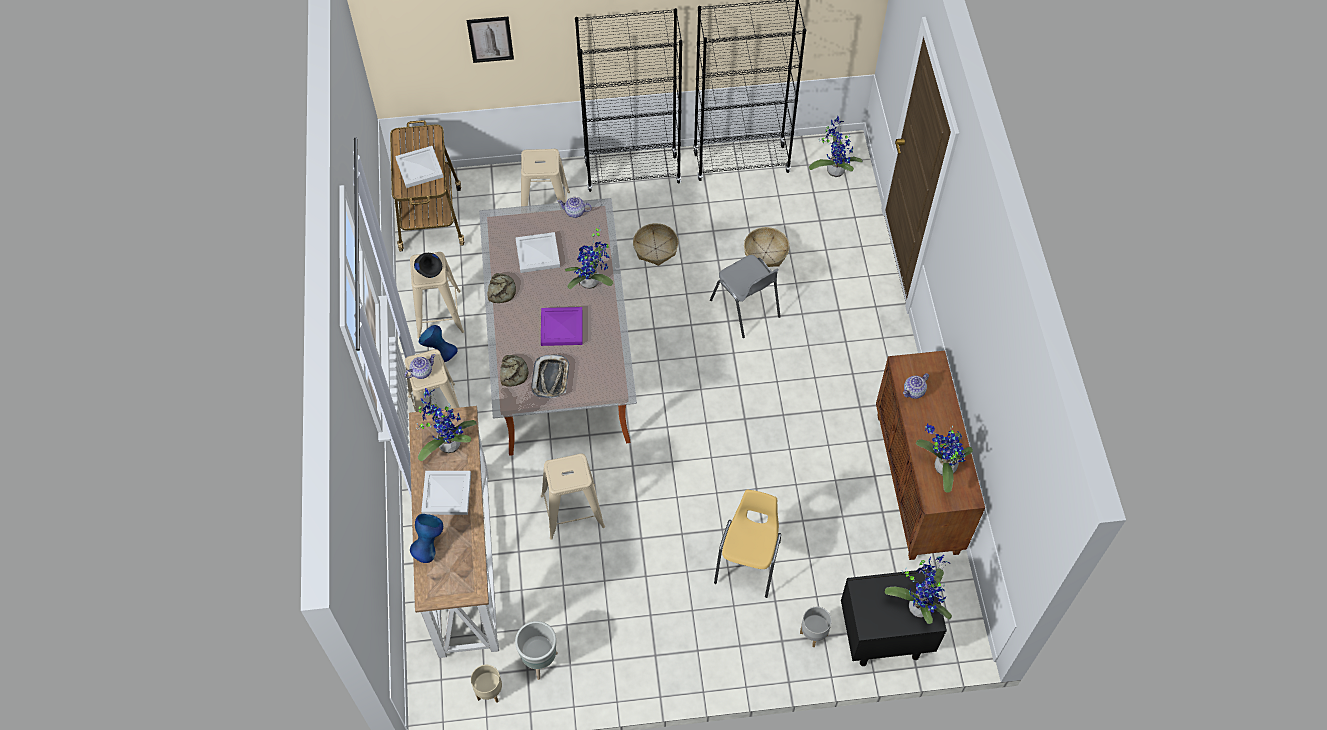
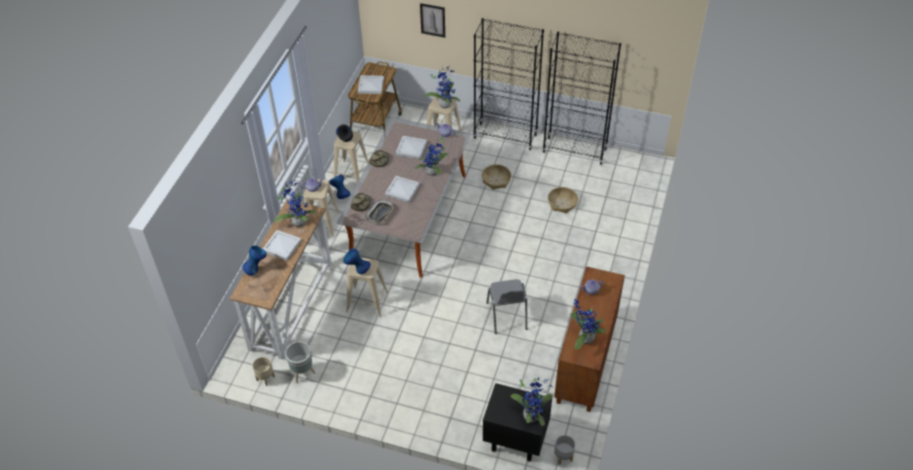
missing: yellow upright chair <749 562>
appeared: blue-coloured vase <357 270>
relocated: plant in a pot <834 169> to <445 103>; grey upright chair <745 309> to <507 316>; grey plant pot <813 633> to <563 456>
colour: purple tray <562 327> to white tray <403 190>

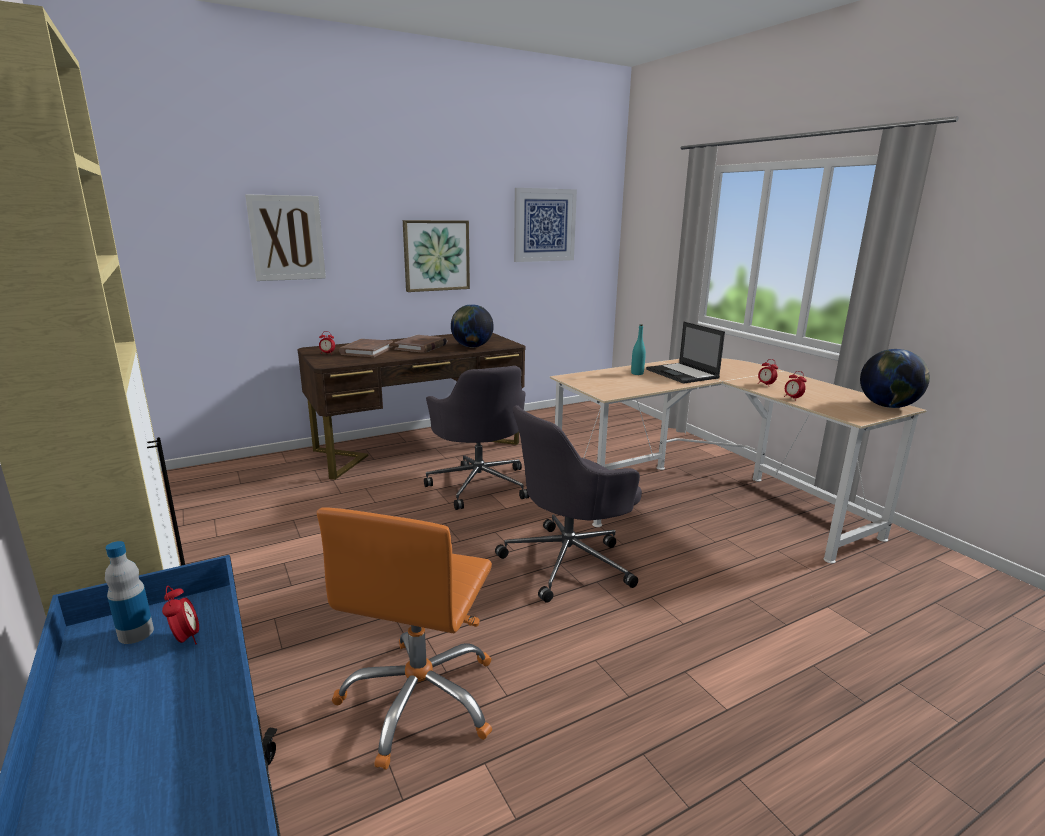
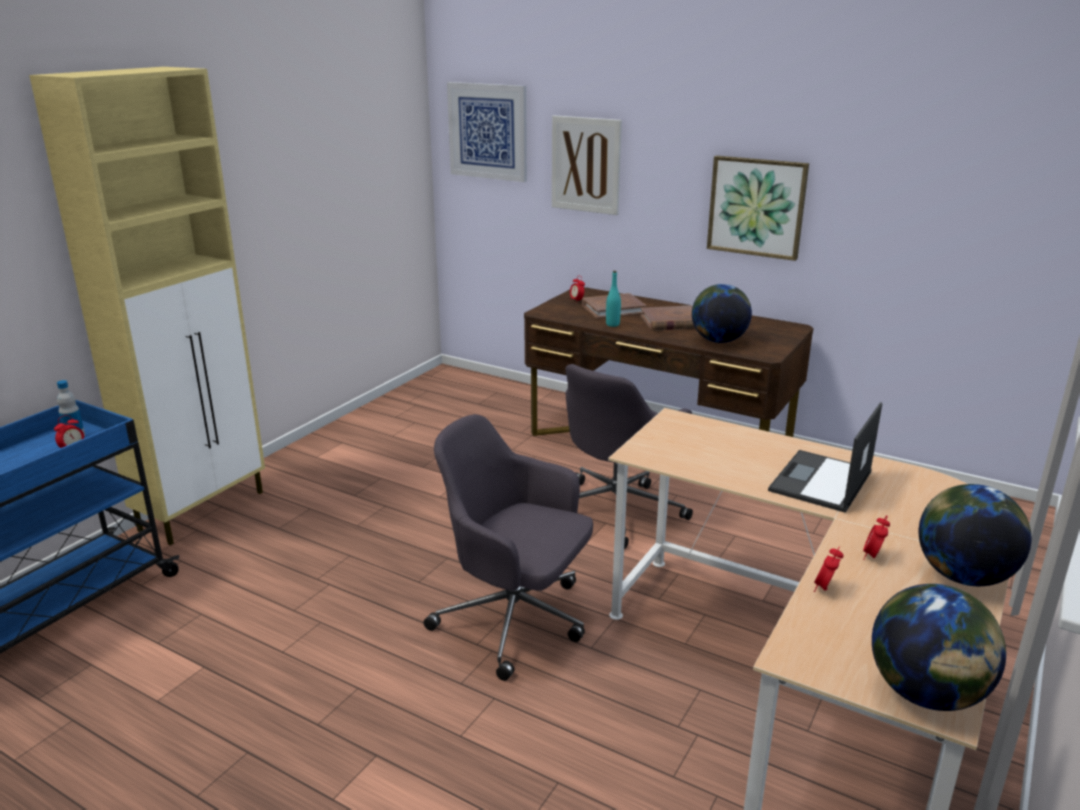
missing: orange-coloured desk chair <420 699>
appeared: globe <962 576>
relocated: picture <544 225> to <488 131>; blue-green drink bottle <637 373> to <612 324>

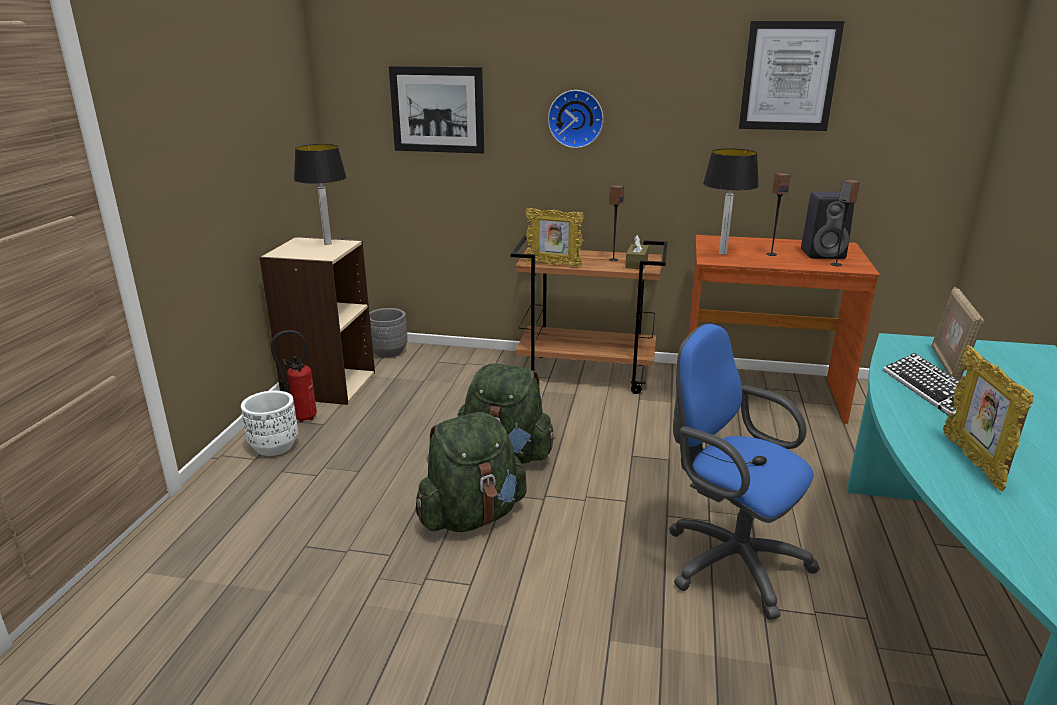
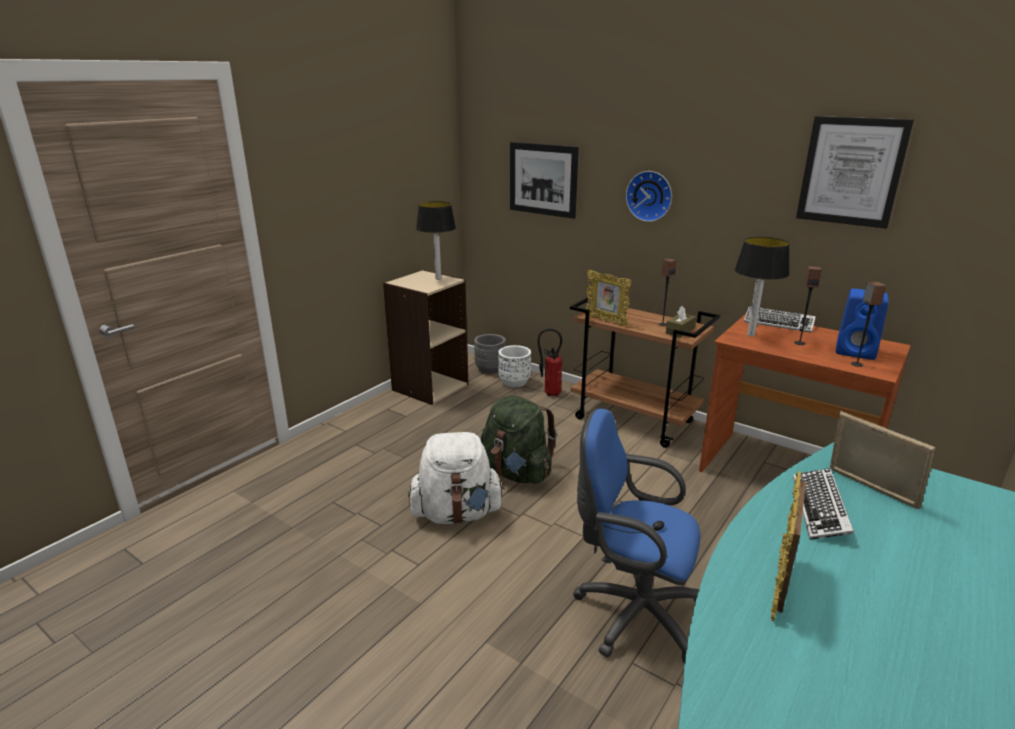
appeared: computer keyboard <778 323>
relocated: white plant pot <274 447> to <514 382>; fire-fighting cylinder <301 418> to <549 393>
colour: green backpack <472 516> to white backpack <457 513>; black-coloured loudspeaker <824 254> to blue-coloured loudspeaker <857 351>
spun: blue-coloured desk chair <728 560> = <632 613> 45 degrees counterclockwise; photo frame <947 365> = <870 489> 105 degrees clockwise

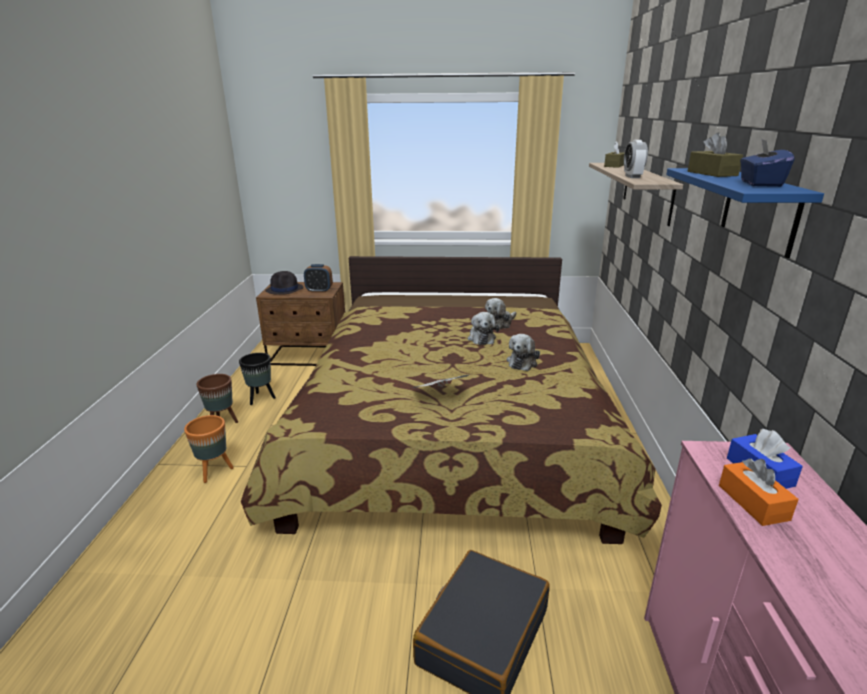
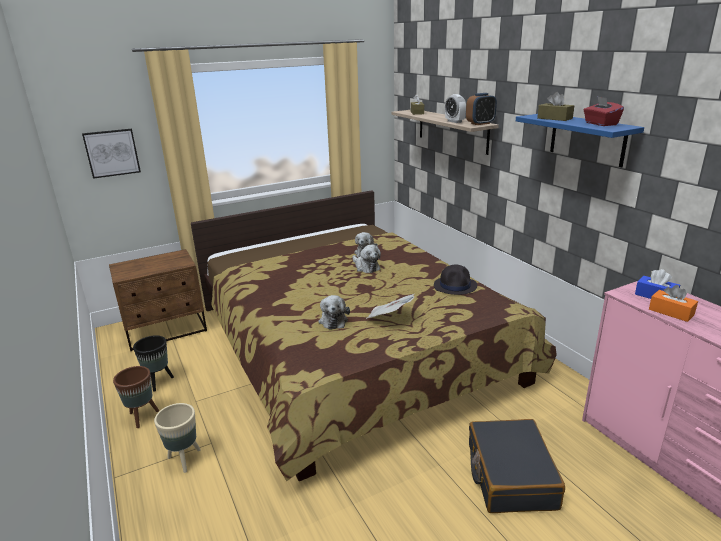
appeared: picture <112 153>
relocated: plush toy <522 362> to <333 320>; black-coloured hat <285 289> to <455 286>; alarm clock <319 291> to <480 123>
colour: orange-coloured plant pot <214 471> to sand-coloured plant pot <184 459>; blue-coloured tissue holder <759 184> to red tissue holder <600 124>

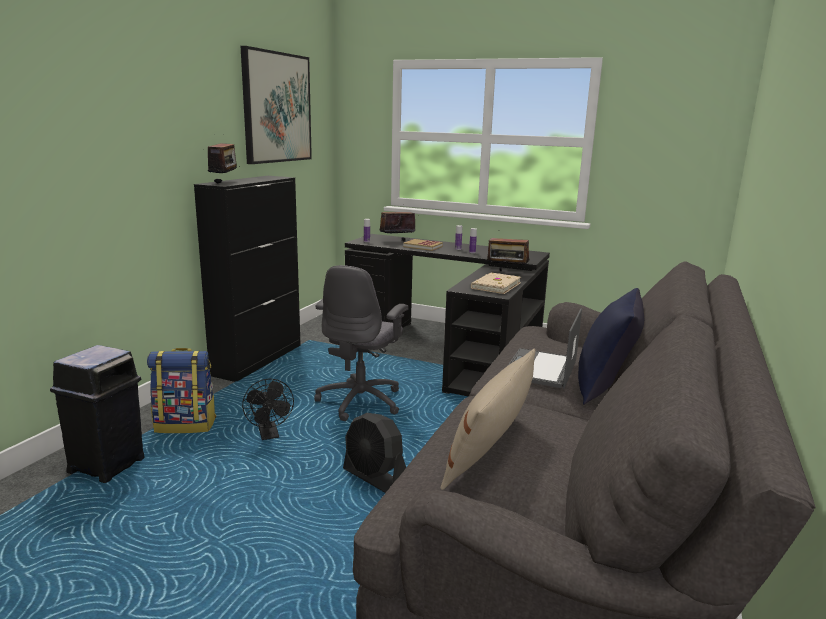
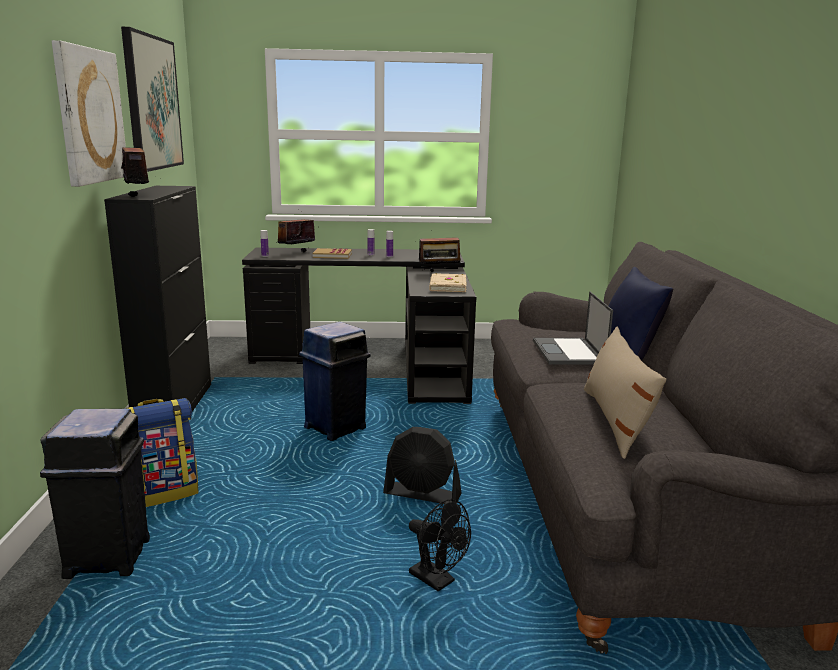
appeared: picture <90 116>
relocated: black-coloured electric fan <269 435> to <437 581>
exchanged: grey desk chair <361 401> to blue-coloured rubbish bin <336 428>

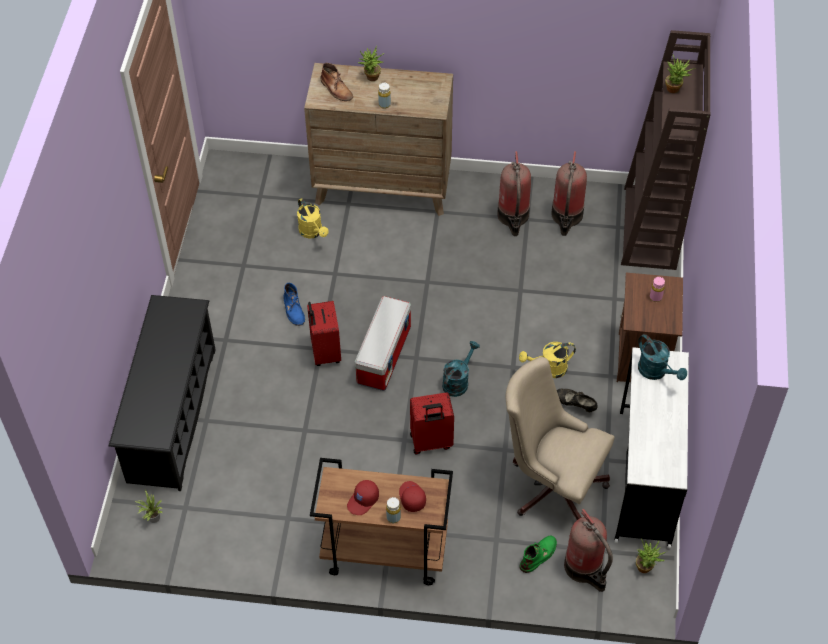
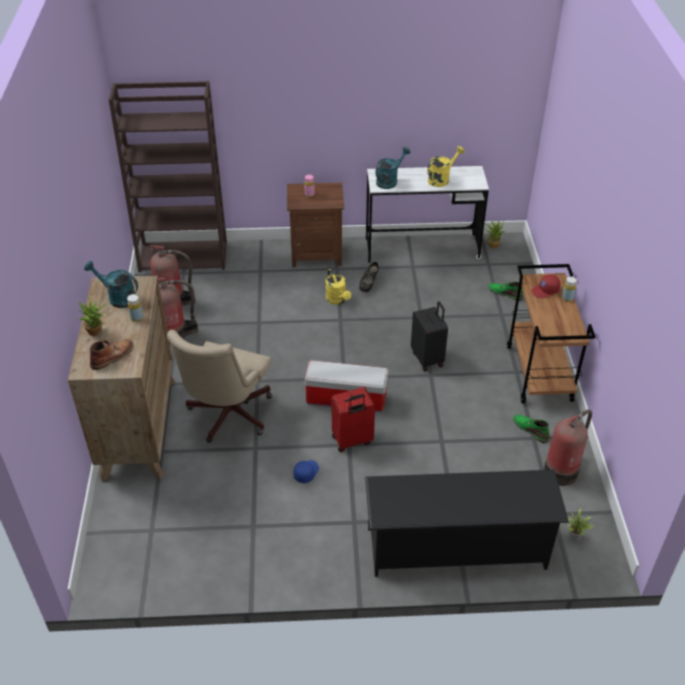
missing: red baseball cap <363 501>; plant in a pot <675 89>
appeared: green tall boot <530 429>
relocated: blue-green watering can <458 381> to <118 298>; sand-coloured desk chair <551 483> to <227 416>; yellow watering can <313 232> to <441 179>; fire-fighting cylinder <585 568> to <562 470>
exchanged: blue-coloured tall boot <294 310> to blue-coloured baseball cap <306 472>
colour: red suitcase <431 442> to black-coloured suitcase <428 358>

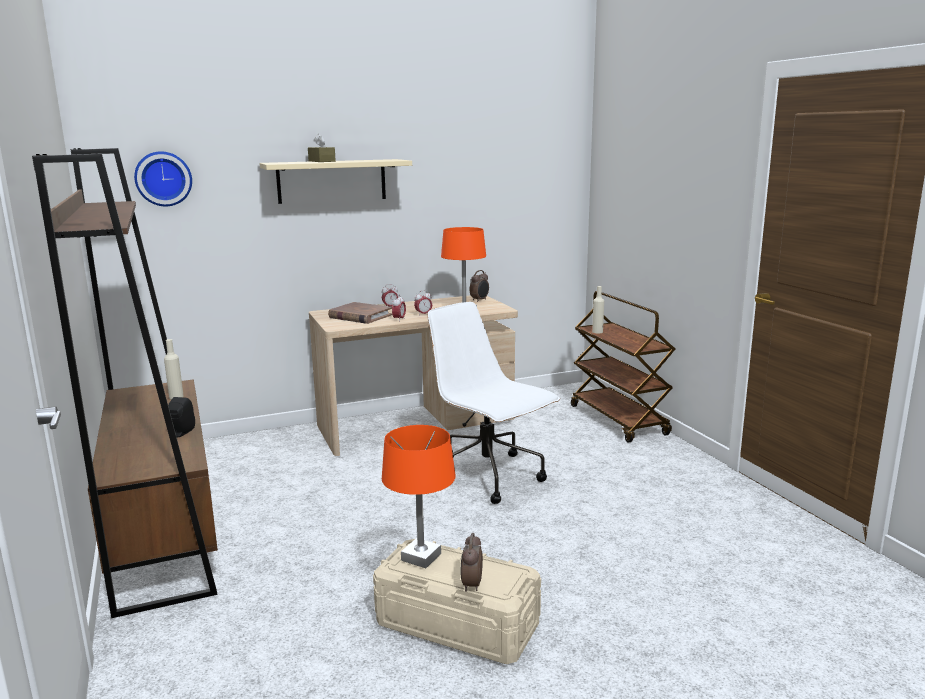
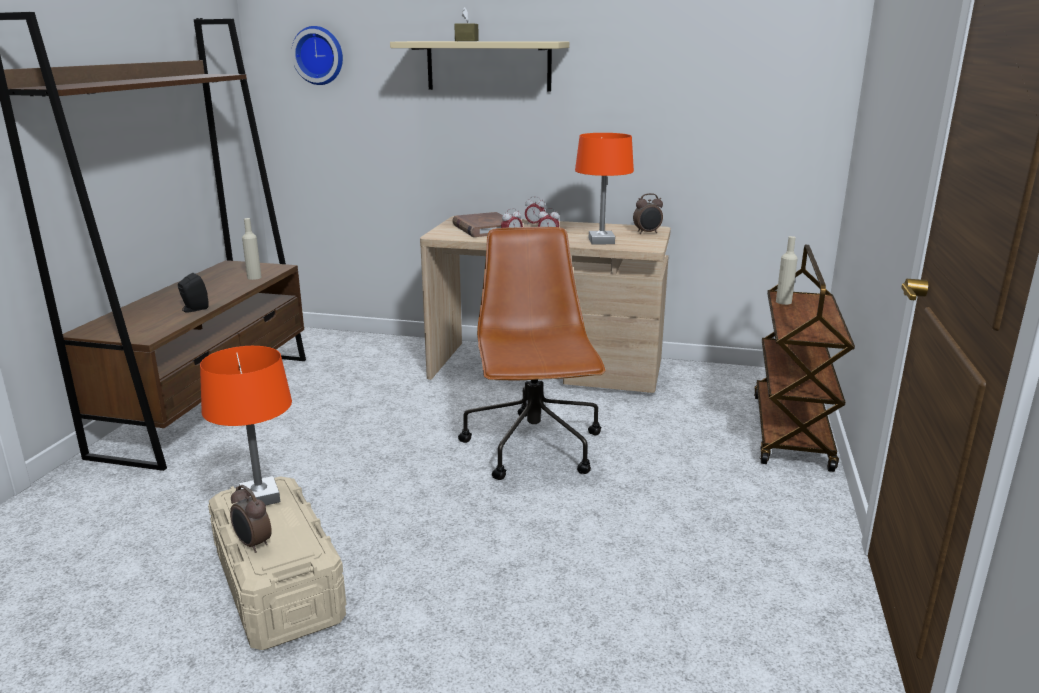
colour: white desk chair <488 477> to brown desk chair <534 448>
spun: alarm clock <471 585> = <253 544> 90 degrees counterclockwise

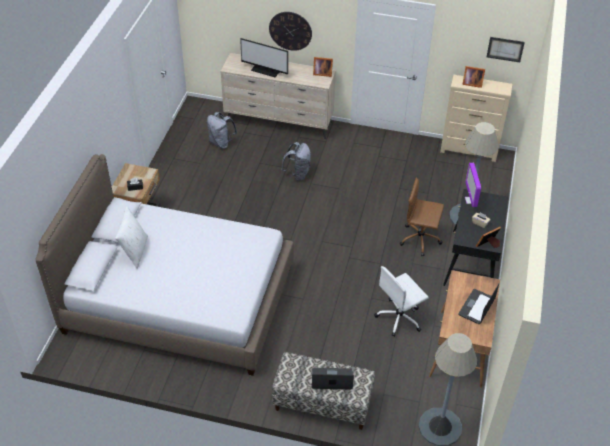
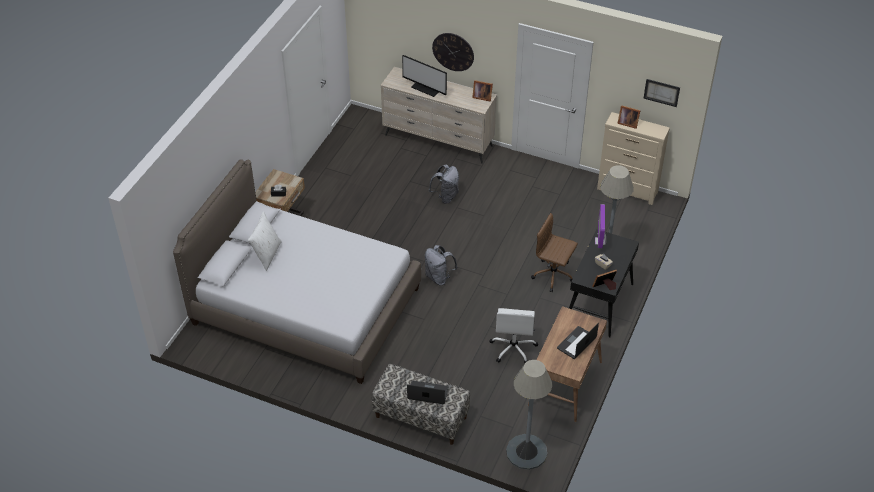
relocated: grey backpack <221 143> to <439 277>
spun: white desk chair <399 318> = <513 348> 60 degrees counterclockwise

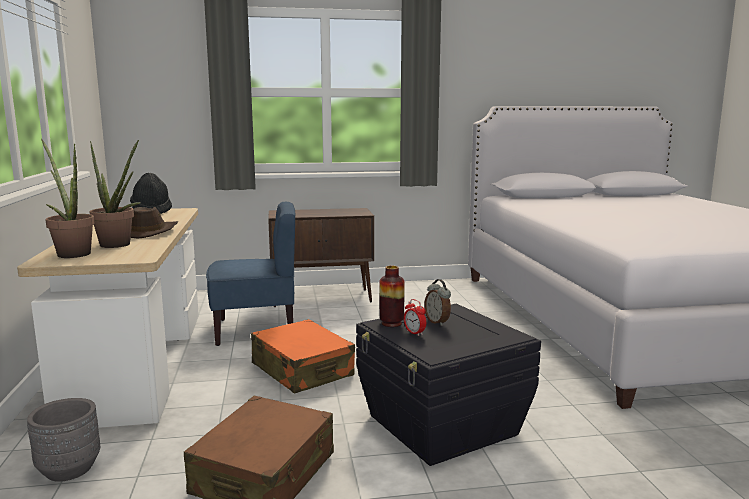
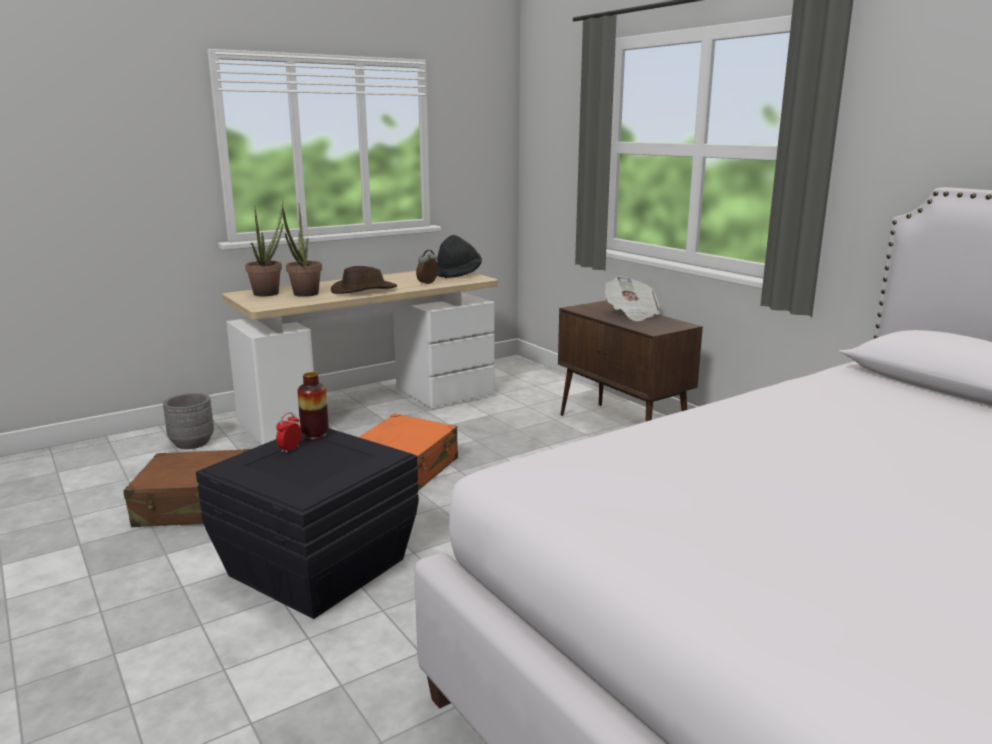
missing: blue-coloured upright chair <255 330>
appeared: daily paper <631 314>
relocated: alarm clock <437 322> to <428 283>

